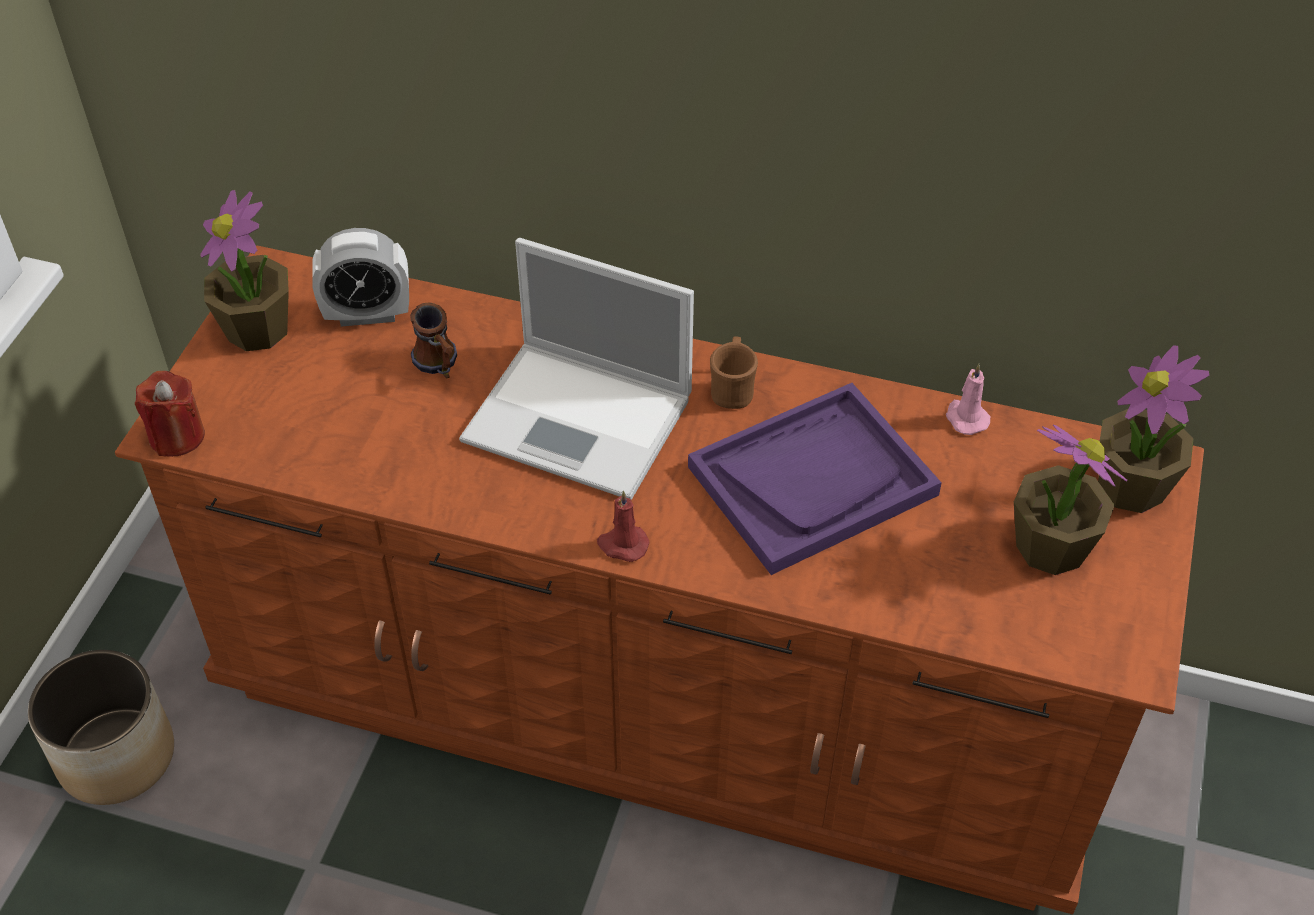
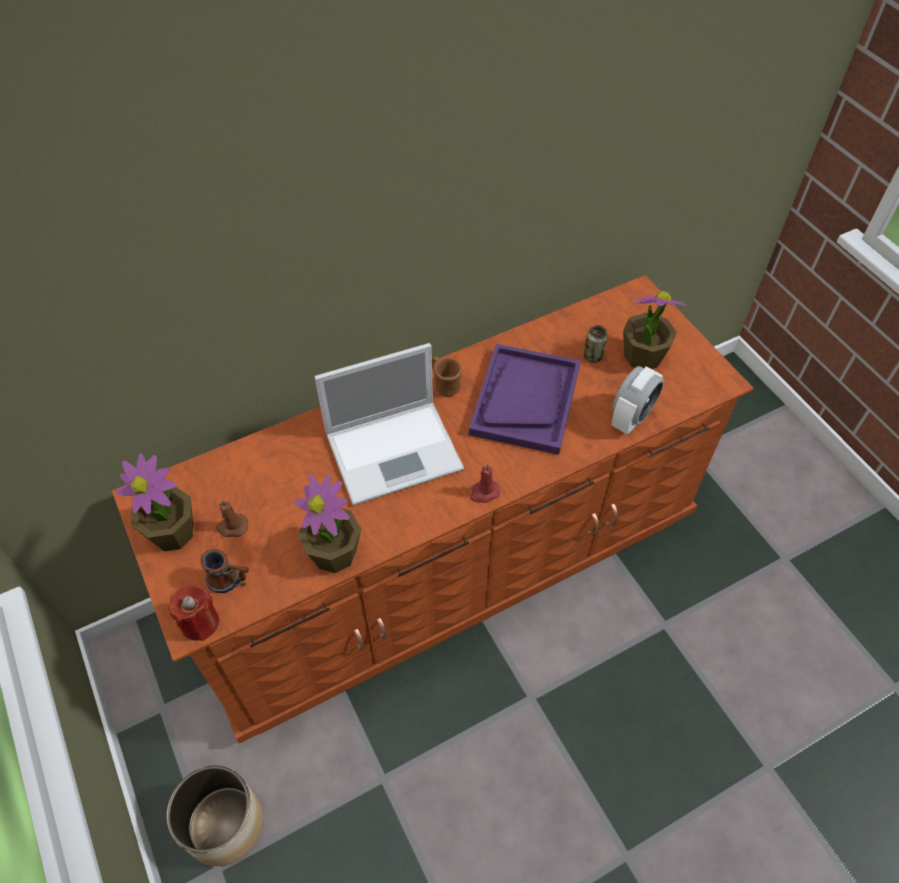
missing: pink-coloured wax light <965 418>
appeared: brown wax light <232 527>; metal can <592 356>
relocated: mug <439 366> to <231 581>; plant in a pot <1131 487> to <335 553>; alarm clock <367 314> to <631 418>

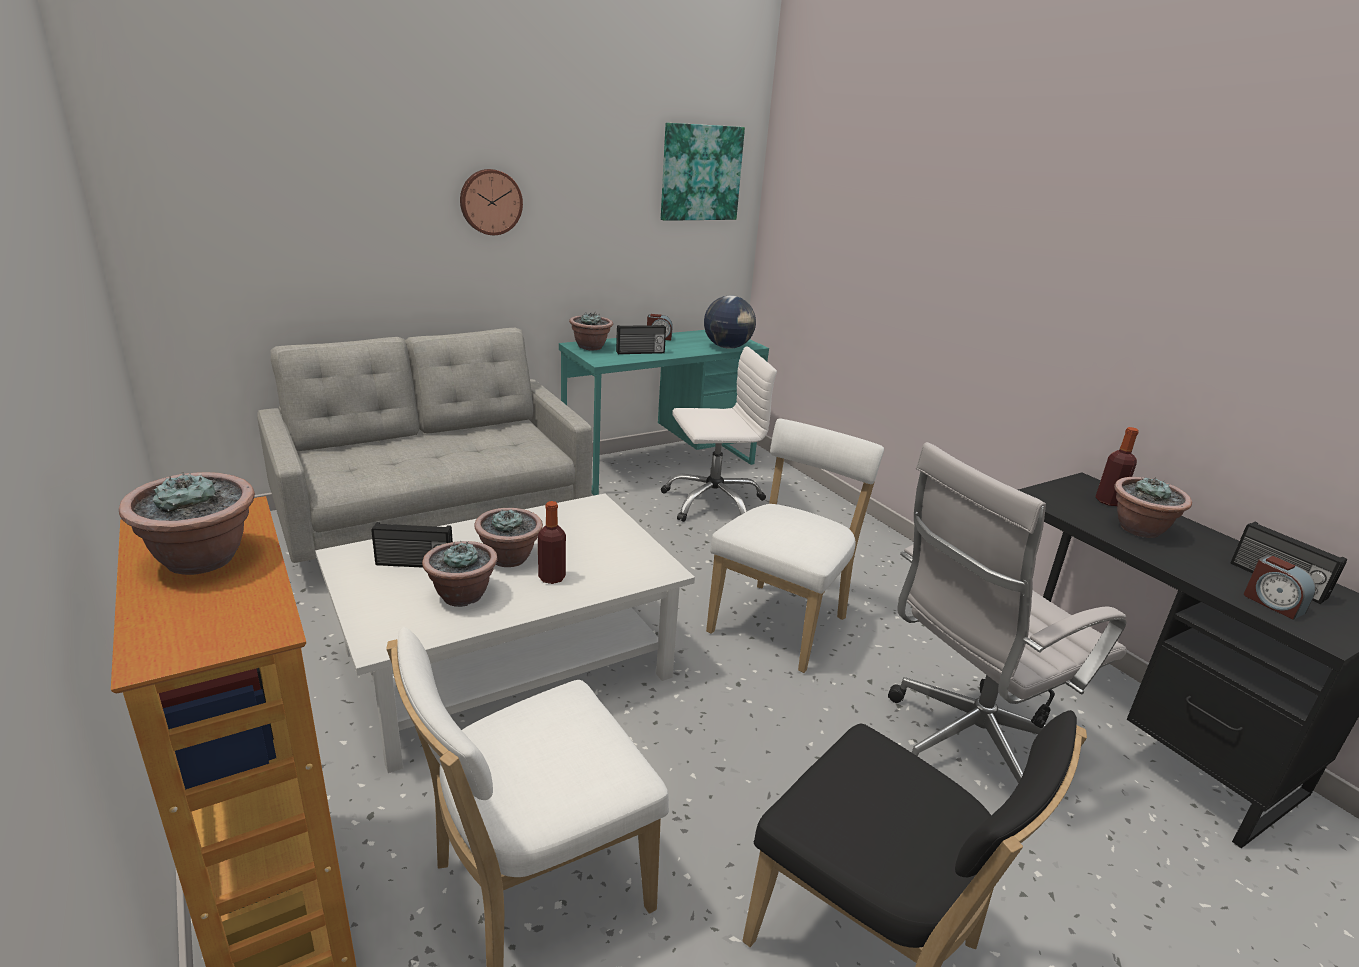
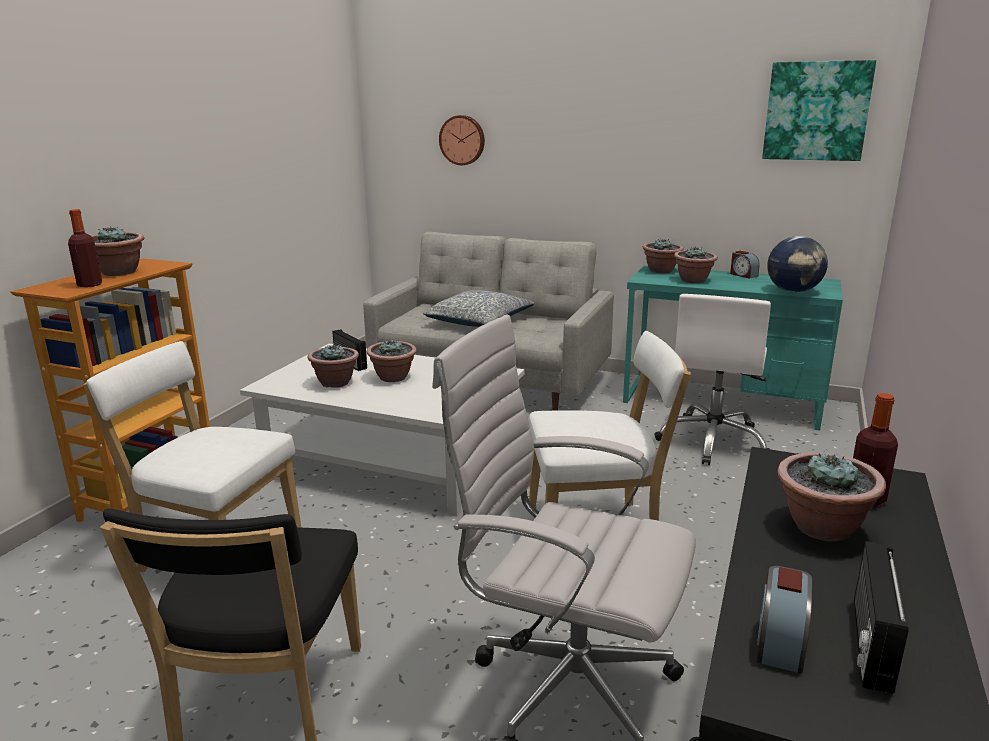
appeared: throw pillow <479 322>
relocated: drink bottle <552 577> to <90 285>; wall clock <490 202> to <462 140>
exchanged: radio set <640 352> to plant in a pot <693 280>
spun: white desk chair <713 502> = <713 440> 75 degrees clockwise

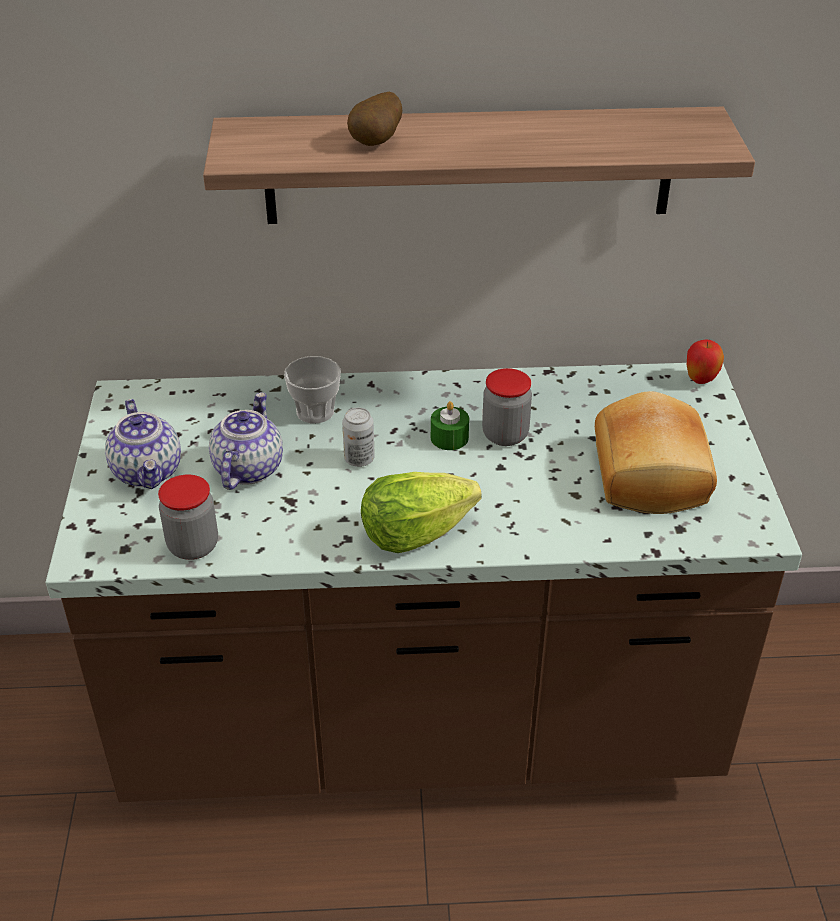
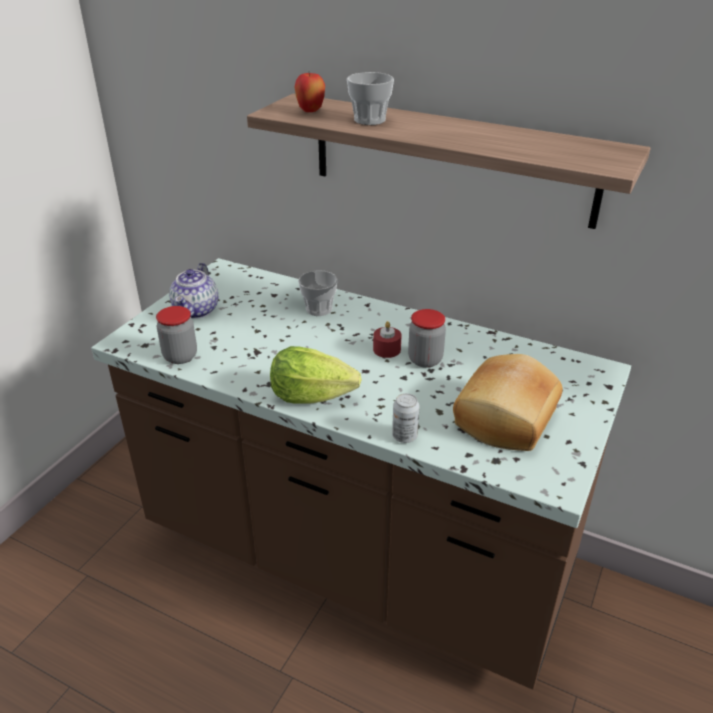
missing: pot for tea <247 468>
relocated: apple <700 380> to <310 111>; metal can <359 459> to <404 436>
exchanged: potato <377 142> to drinking cup <369 120>
colour: green wax light <449 438> to red wax light <387 349>

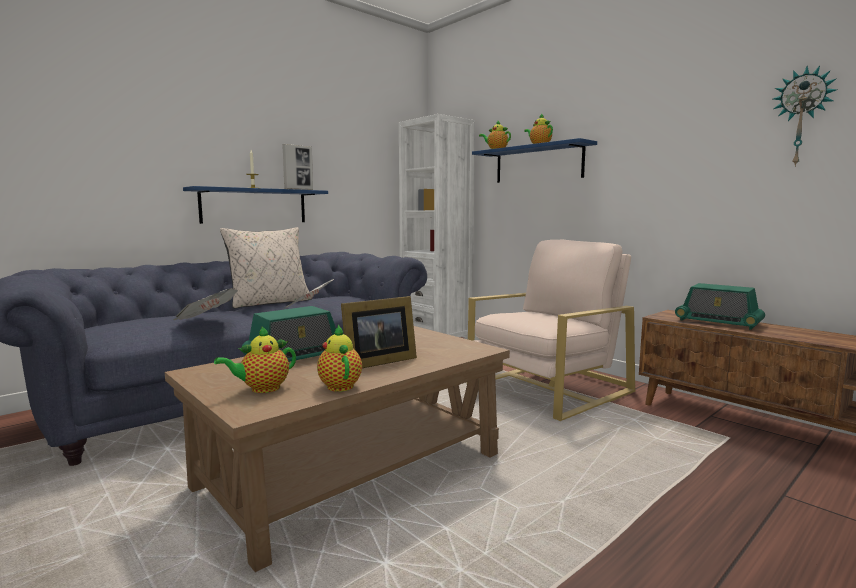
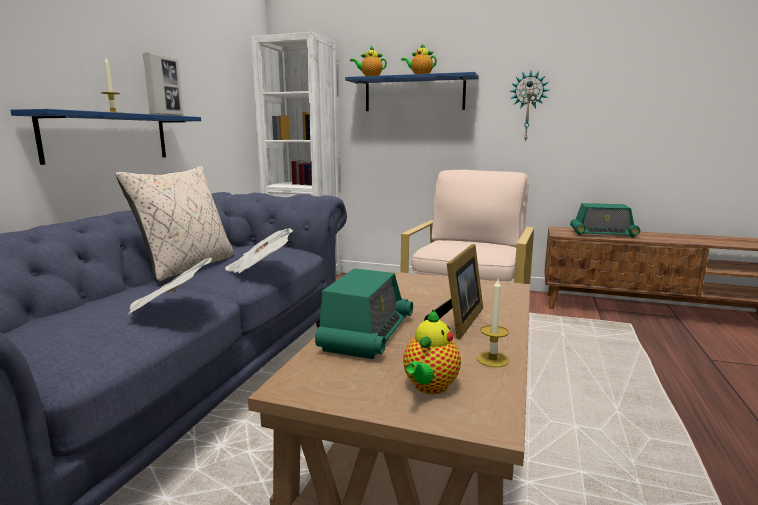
relocated: wall clock <802 117> to <528 106>
exchanged: pot for tea <339 385> to wax light <492 359>

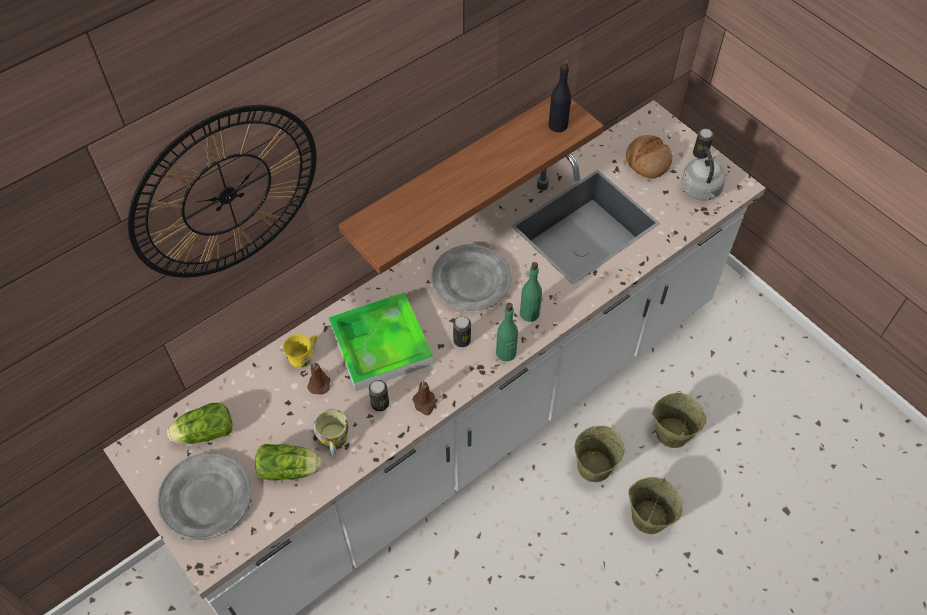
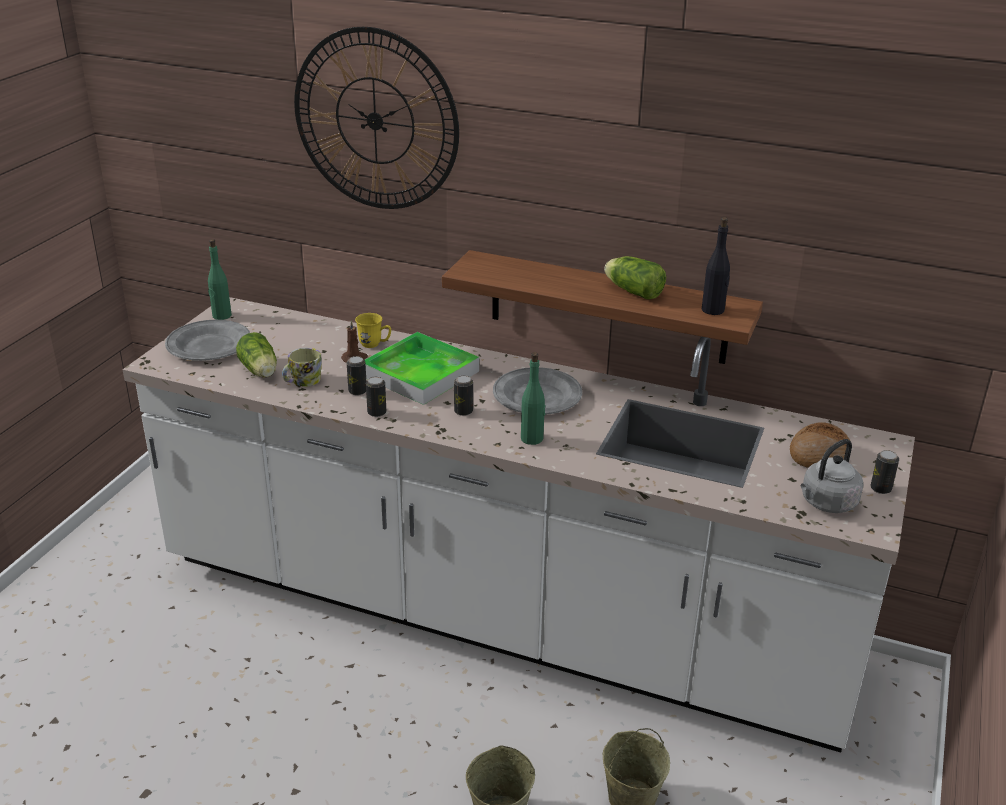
missing: sand-coloured bucket <594 467>
relocated: green drink bottle <506 353> to <221 316>; head of lettuce <203 433> to <632 291>
exchanged: brown wax light <424 403> to metal can <377 412>

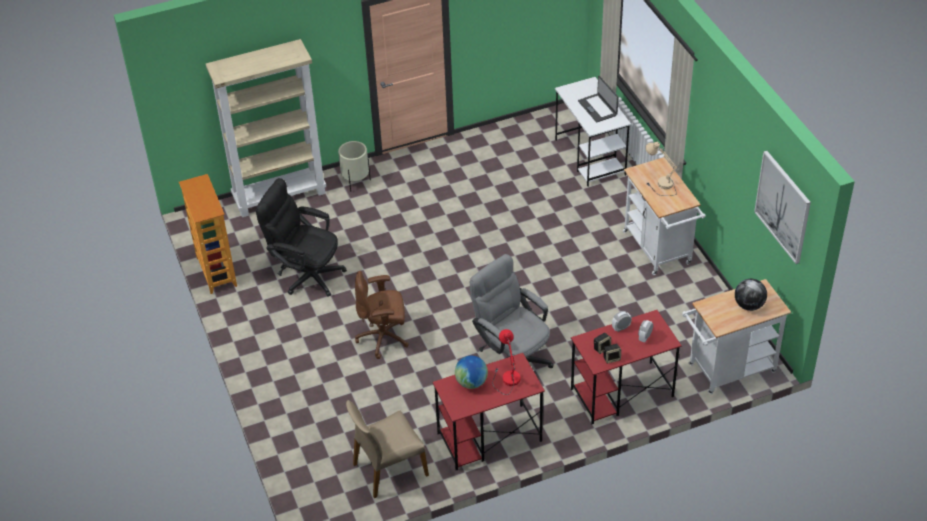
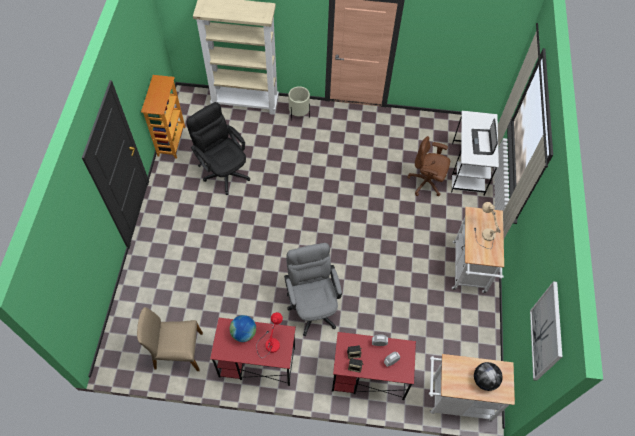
relocated: brown desk chair <383 338> to <426 183>

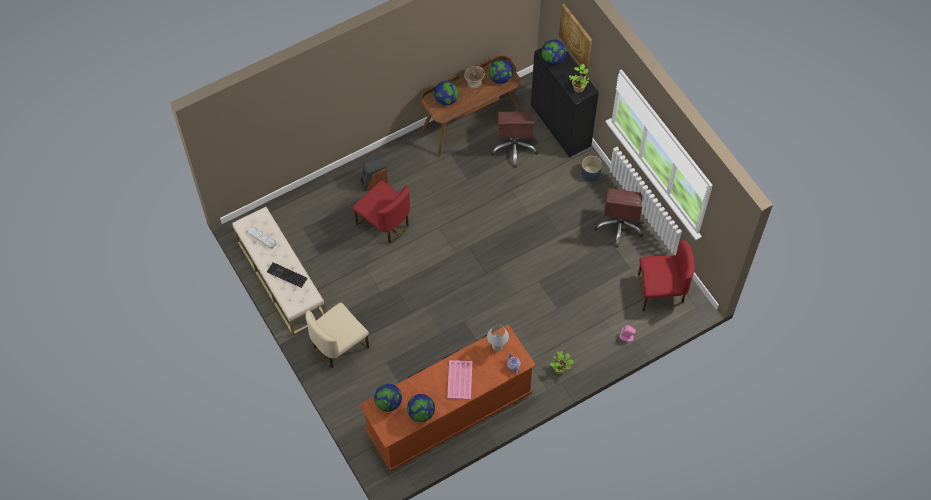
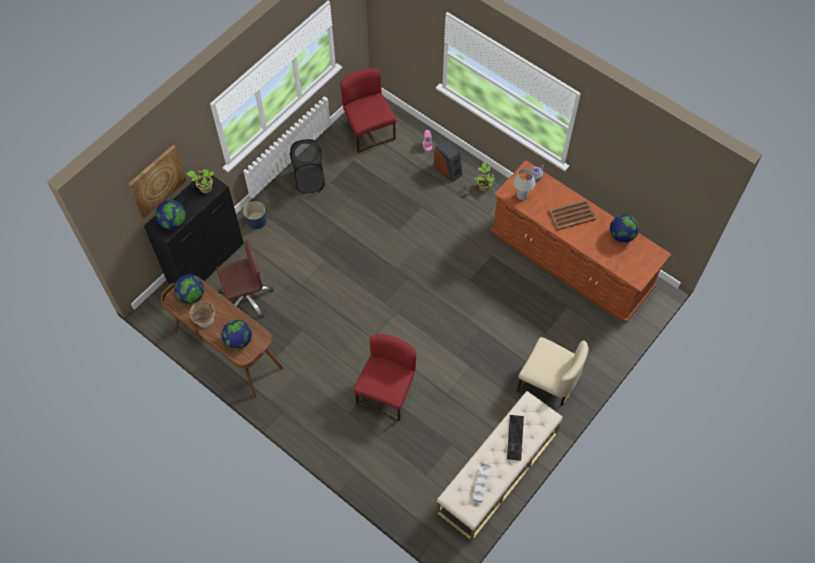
missing: globe <388 402>
relocated: loudspeaker <373 182> to <448 170>
exchanged: brown desk chair <619 226> to black-coloured hamper <309 180>
colour: pink-coloured tray <459 380> to brown tray <572 215>

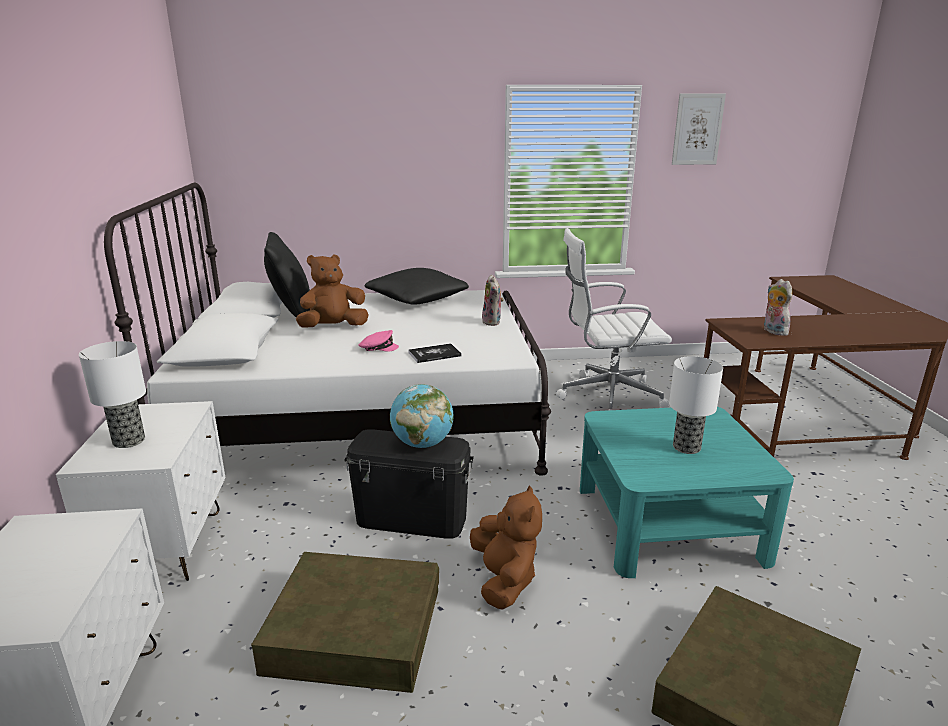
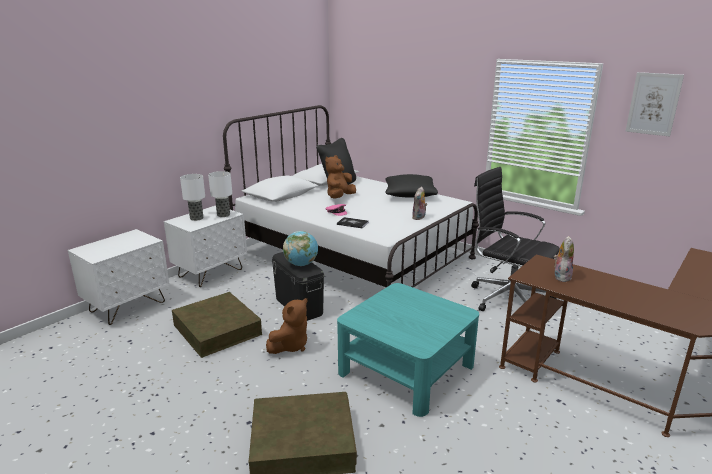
relocated: lamp for a table <686 447> to <224 215>
colour: white desk chair <607 395> to black-coloured desk chair <507 298>
spun: brown plush toy <333 327> = <339 197> 75 degrees counterclockwise

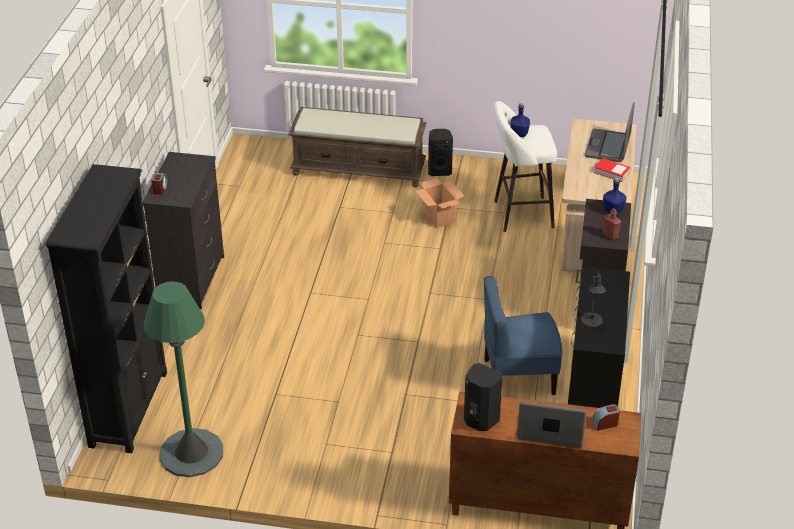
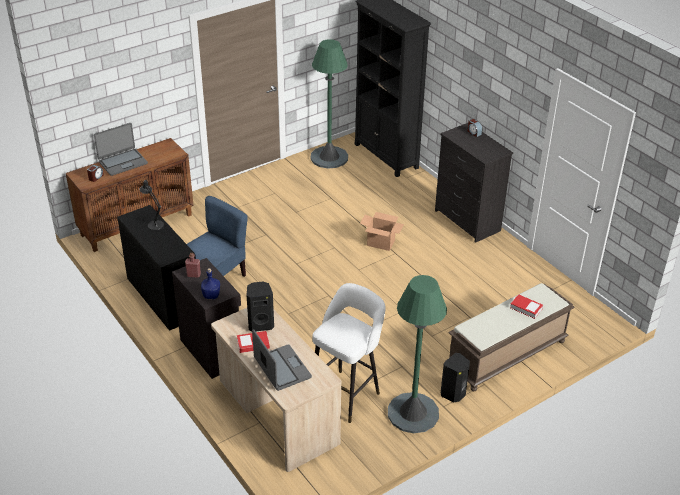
missing: blue-coloured drink bottle <519 134>
appeared: green floor lamp <413 413>; volume <526 308>
relocated: black-coloured loudspeaker <480 420> to <260 324>; packing box <438 217> to <381 243>

